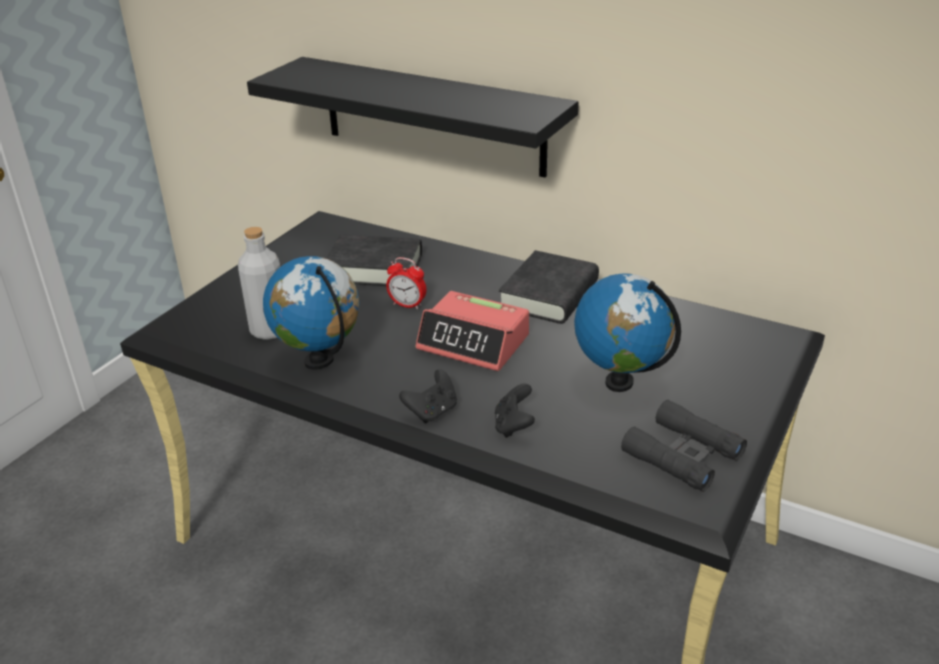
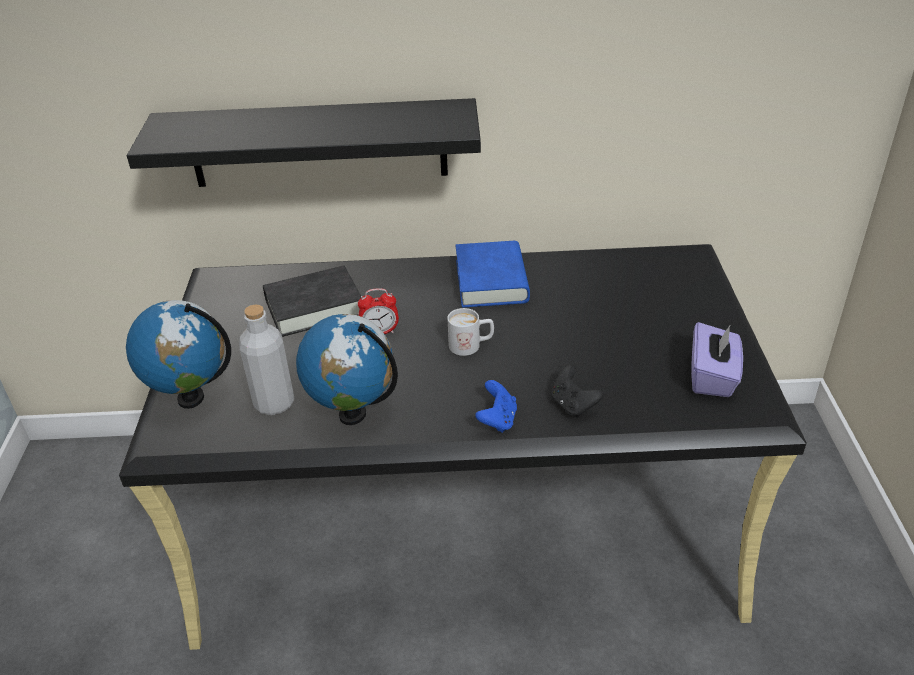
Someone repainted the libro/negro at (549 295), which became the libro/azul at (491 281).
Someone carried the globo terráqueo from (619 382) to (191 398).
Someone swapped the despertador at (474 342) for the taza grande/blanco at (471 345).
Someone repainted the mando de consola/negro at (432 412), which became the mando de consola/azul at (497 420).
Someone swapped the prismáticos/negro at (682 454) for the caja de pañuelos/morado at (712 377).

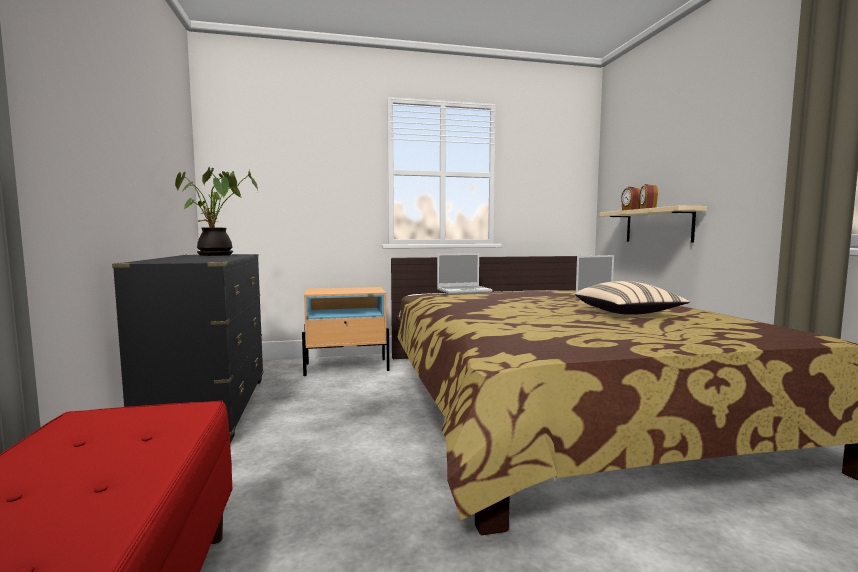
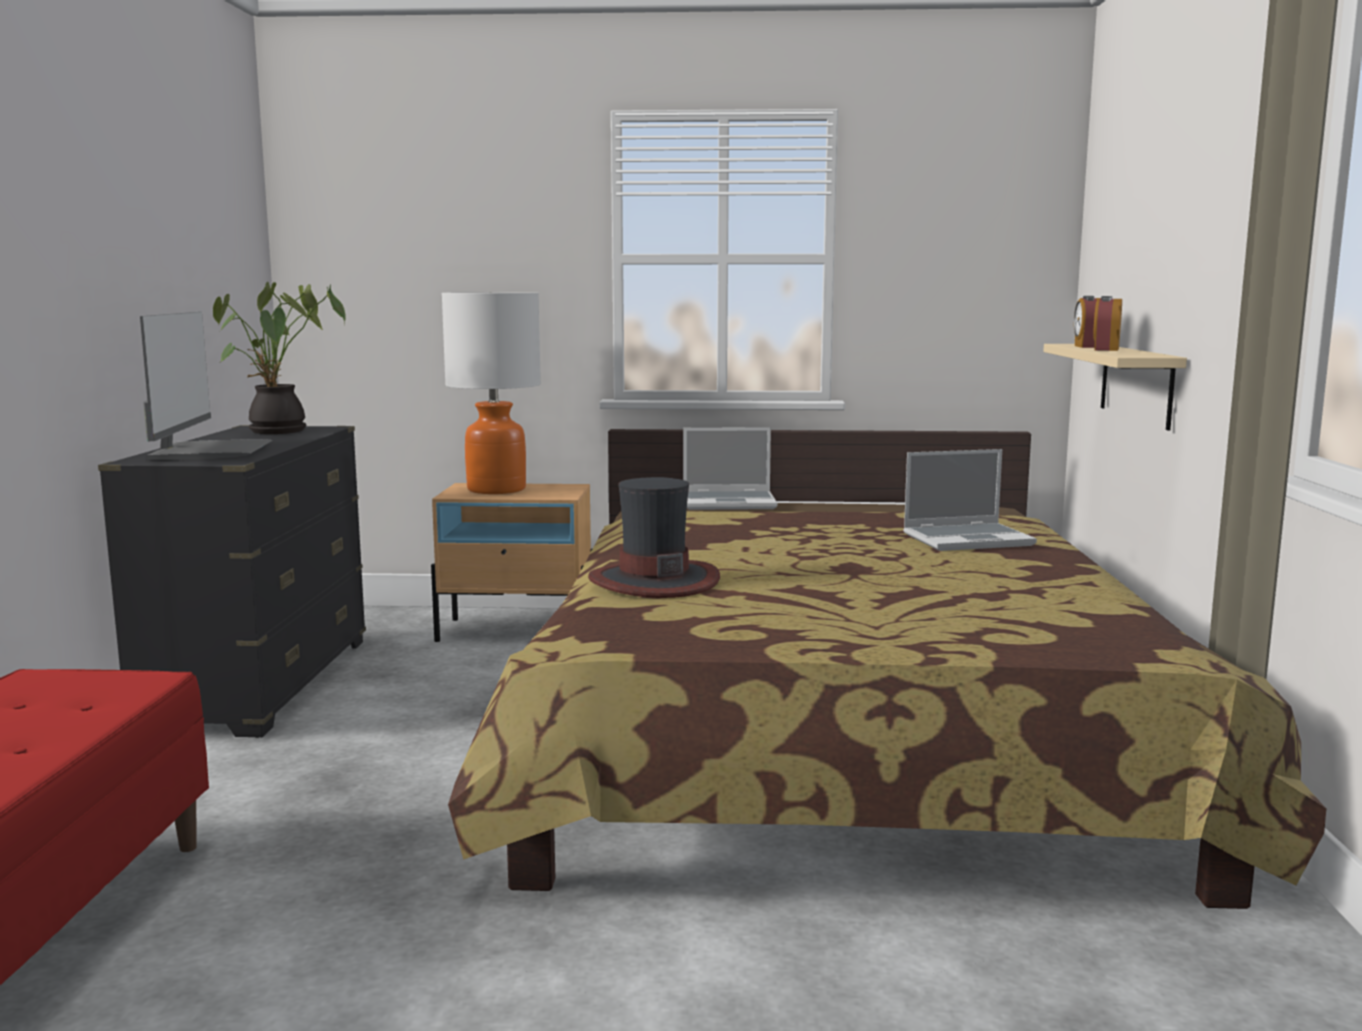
Someone took away the cojín/beis at (627 313).
Someone put down the lámpara de mesa at (497 489).
Someone put down the monitor at (208 452).
Someone put down the sombrero at (653 581).

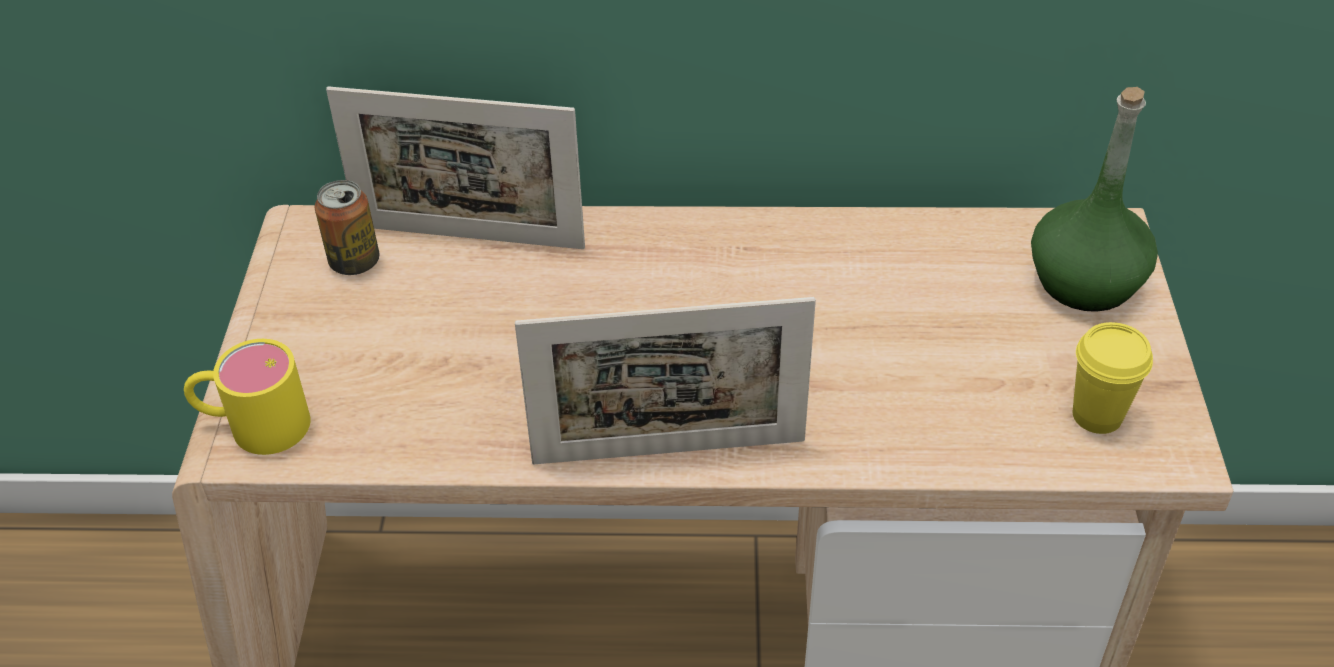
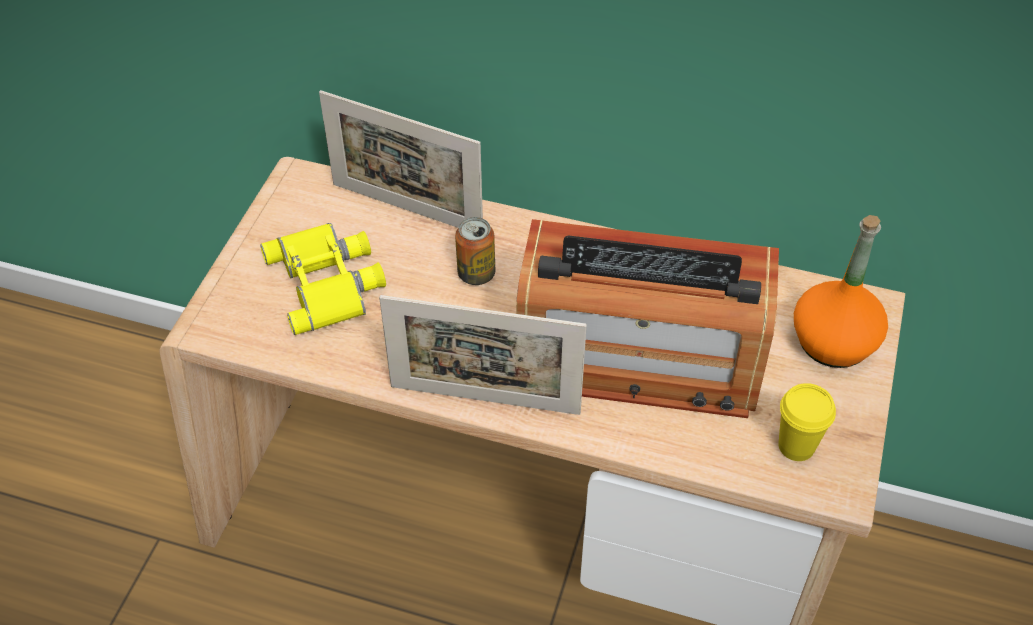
Someone repainted the botella/verde at (1085 282), which became the botella/naranja at (833 342).
Someone carried the lata from (354 262) to (476 274).
Someone took away the taza grande/amarillo at (252 424).
Someone put down the radio at (638 358).
Someone put down the prismáticos/amarillo at (328 282).

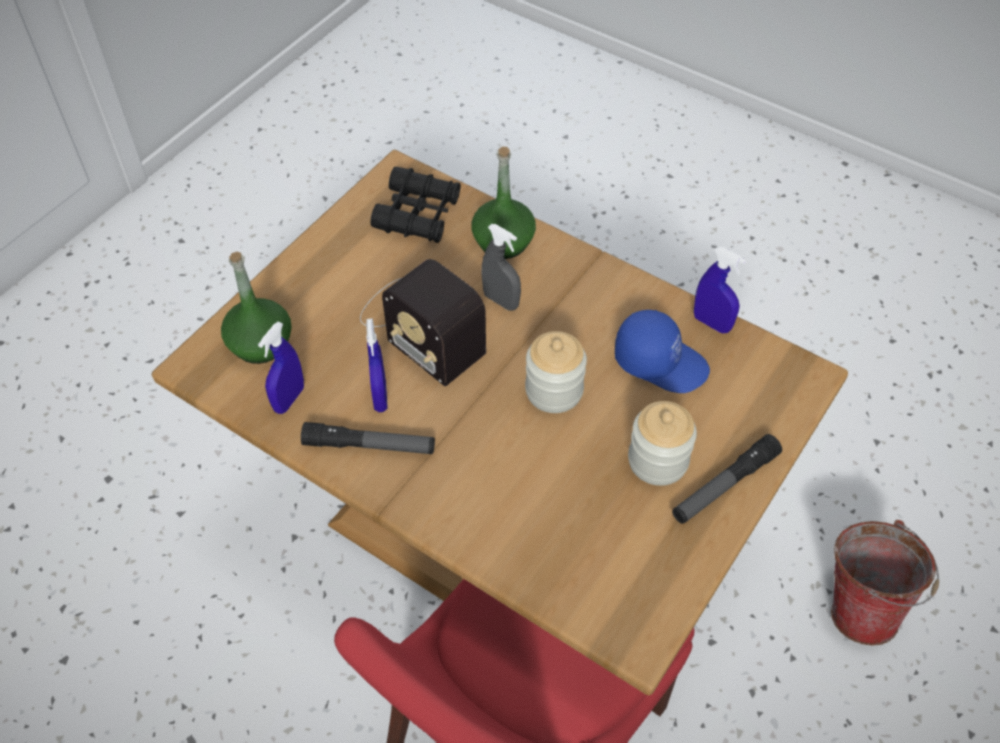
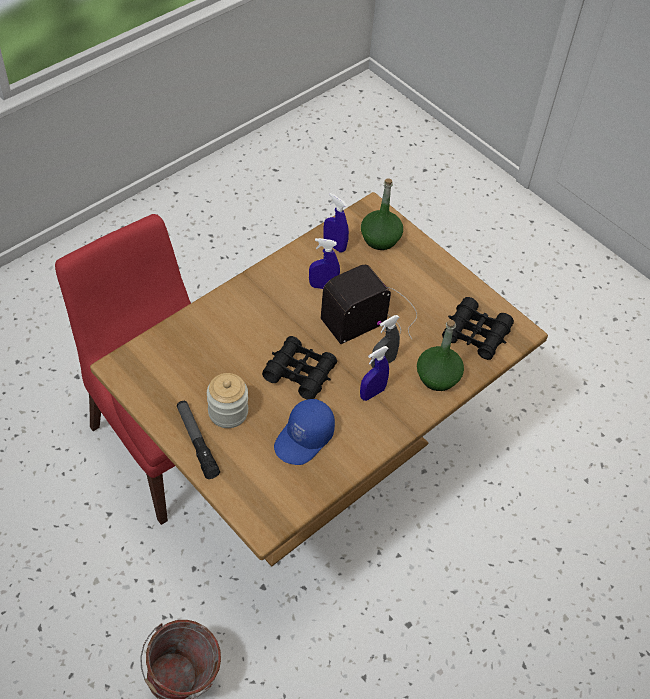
Someone carried the pulverizador/azul from (711 323) to (372 393).
Someone swapped the tarro at (554 390) for the prismáticos/negro at (300 372).
Someone took away the linterna at (369 445).

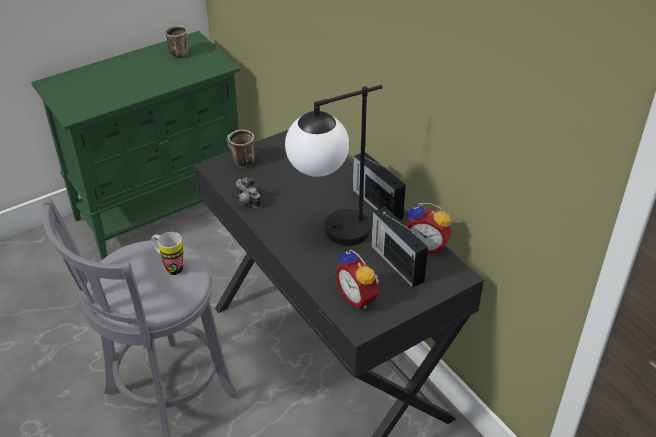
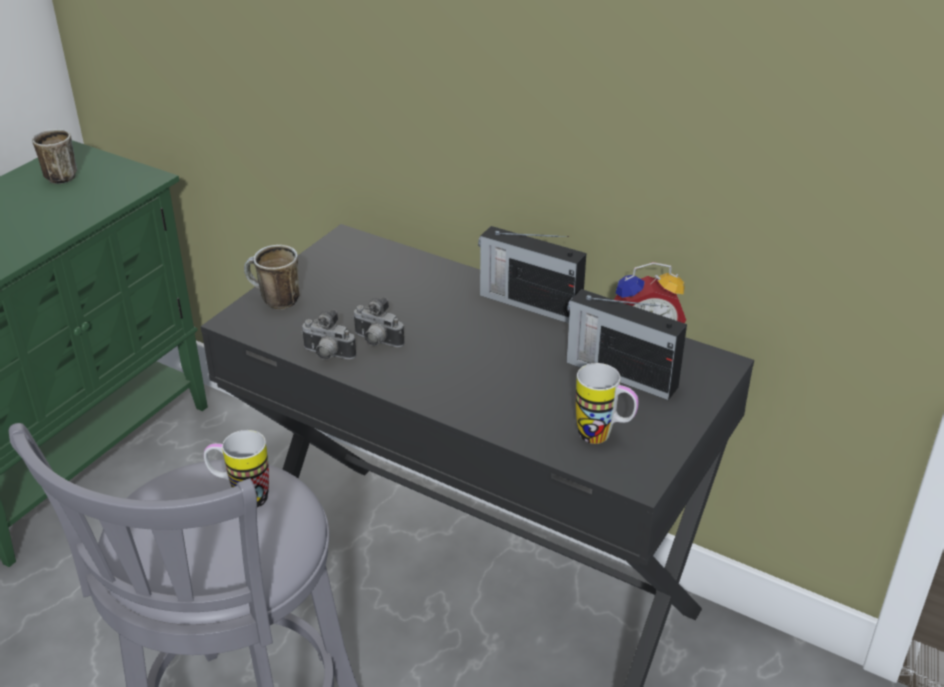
Someone took away the lámpara de mesa at (330 236).
Someone swapped the despertador at (358 297) for the taza grande at (603 437).
Someone put down the cámara at (376 342).

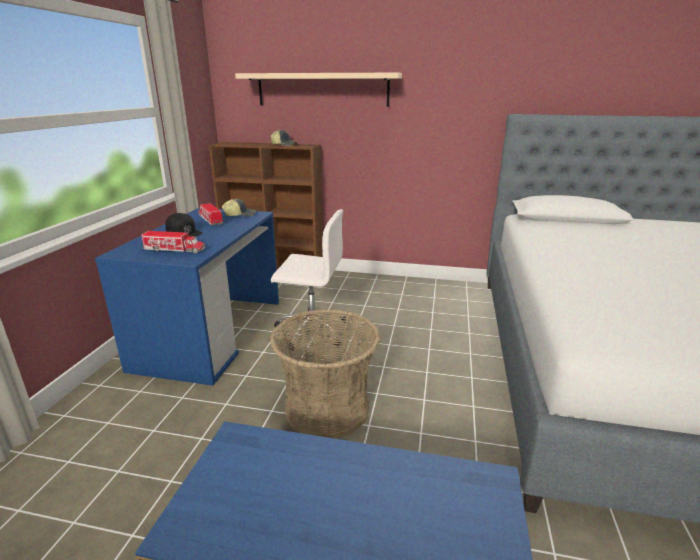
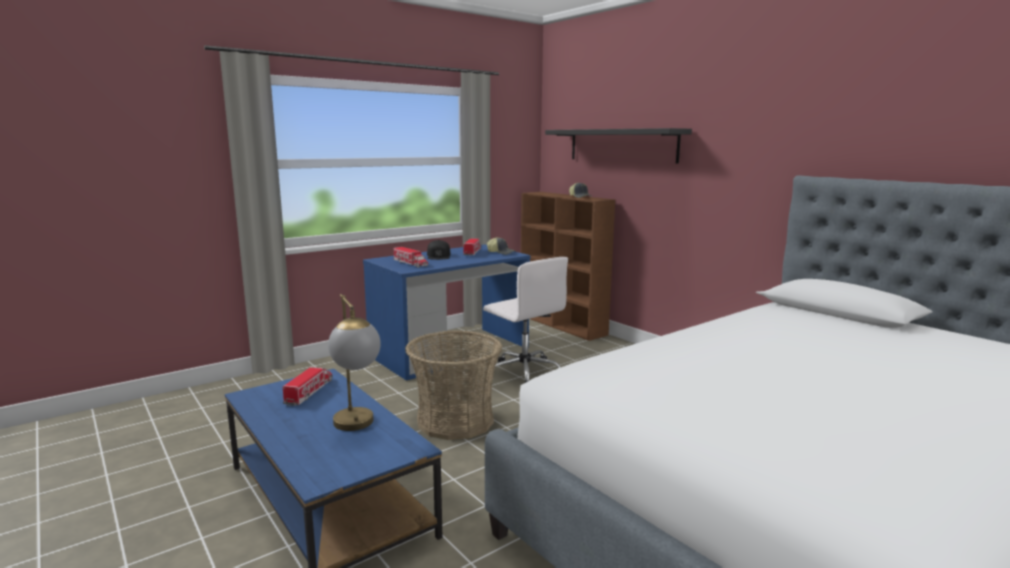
Someone repainted the estante/beis at (322 89), which became the estante/negro at (621 145).
Someone put down the lámpara de mesa at (357 428).
Someone put down the camión de juguete at (309 392).

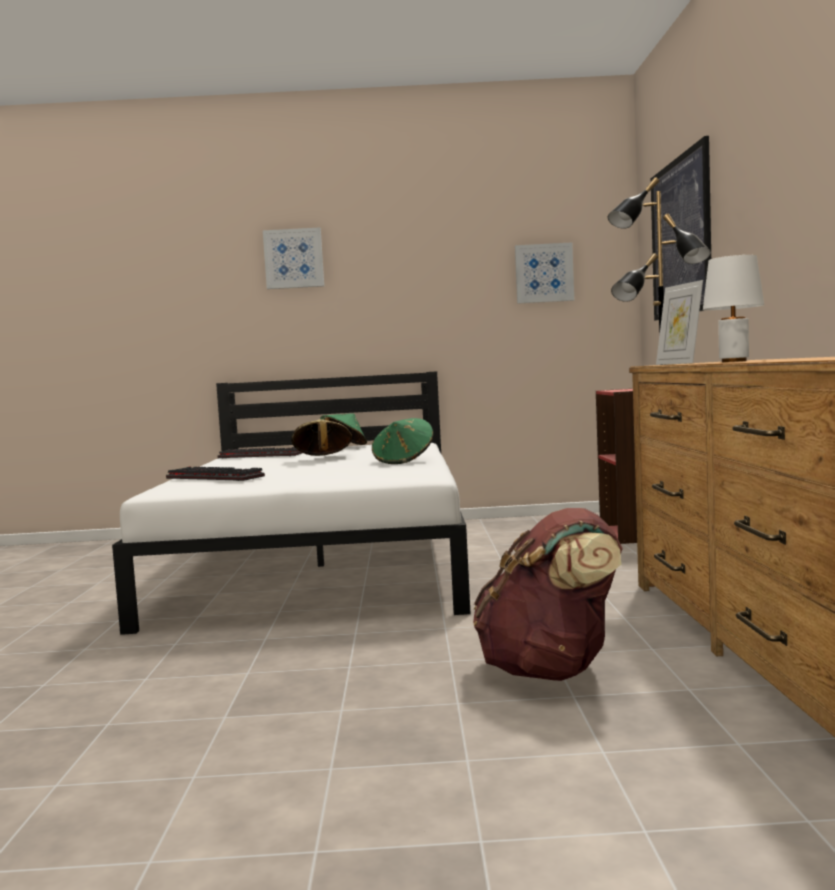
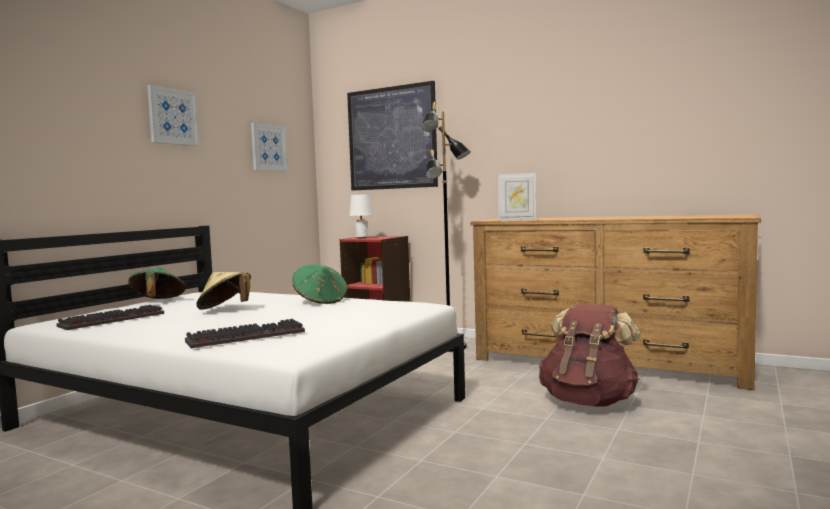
Someone carried the cuadro from (294 258) to (173 117).
Someone carried the lámpara de mesa/blanco from (734 361) to (362 238).

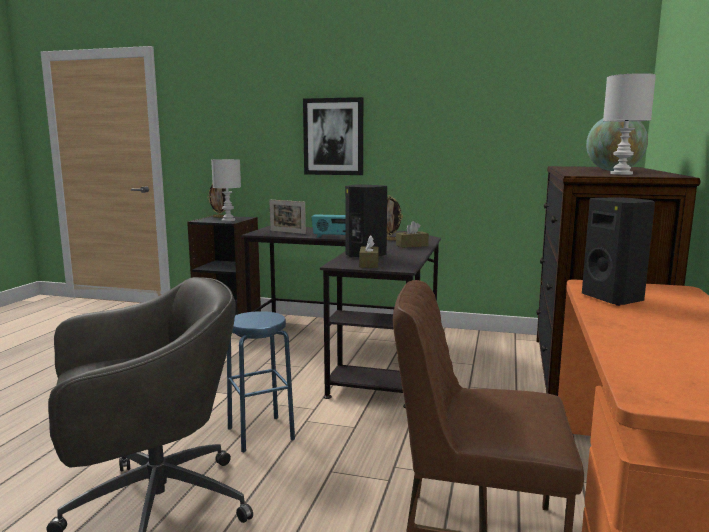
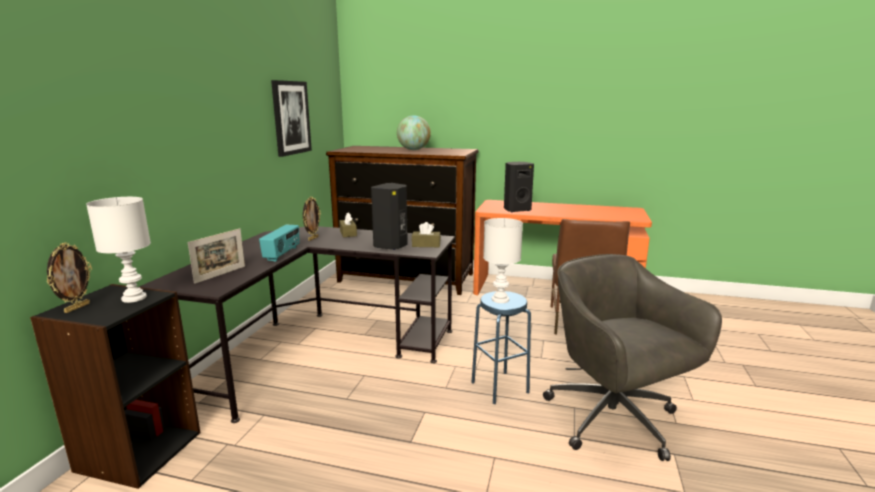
Someone carried the lámpara de mesa/blanco from (620 174) to (499 300).
Someone carried the cuadro from (333 136) to (291 118).

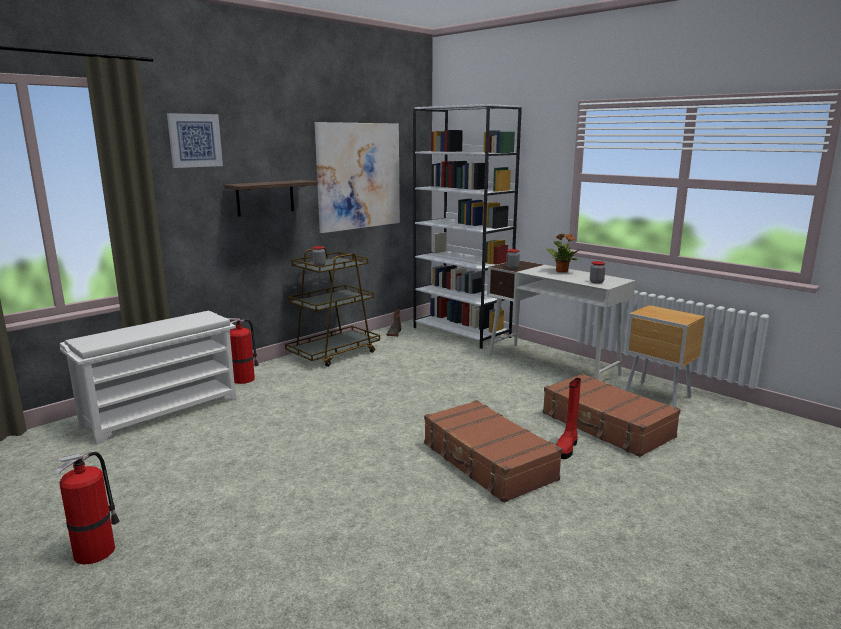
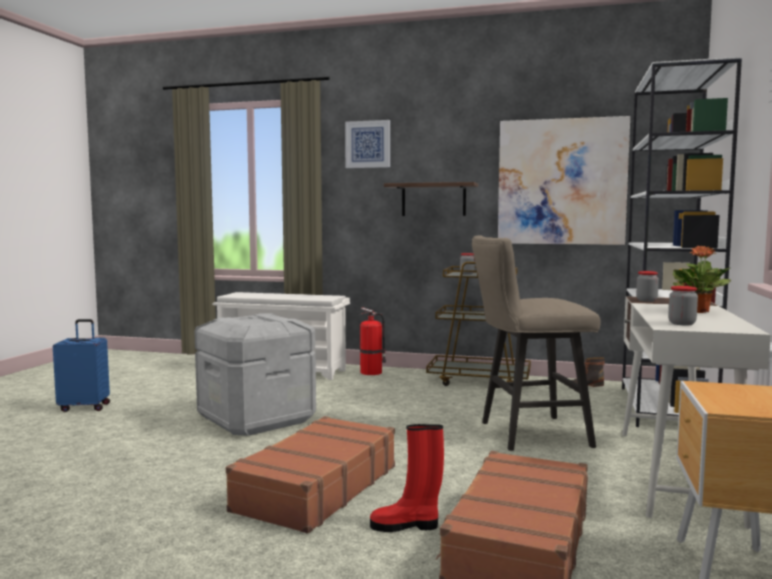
Someone swapped the extintor at (96 550) for the maleta/azul at (85 407).
Someone put down the taburete/beis at (526 434).
Someone put down the caja de almacenaje/gris at (257 419).

